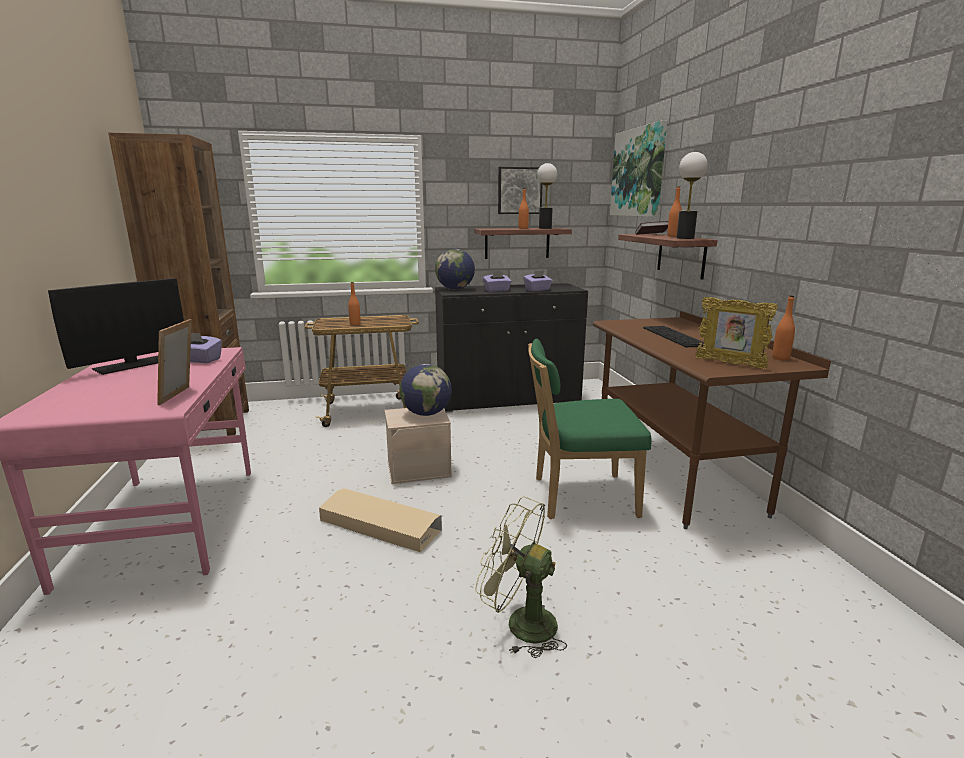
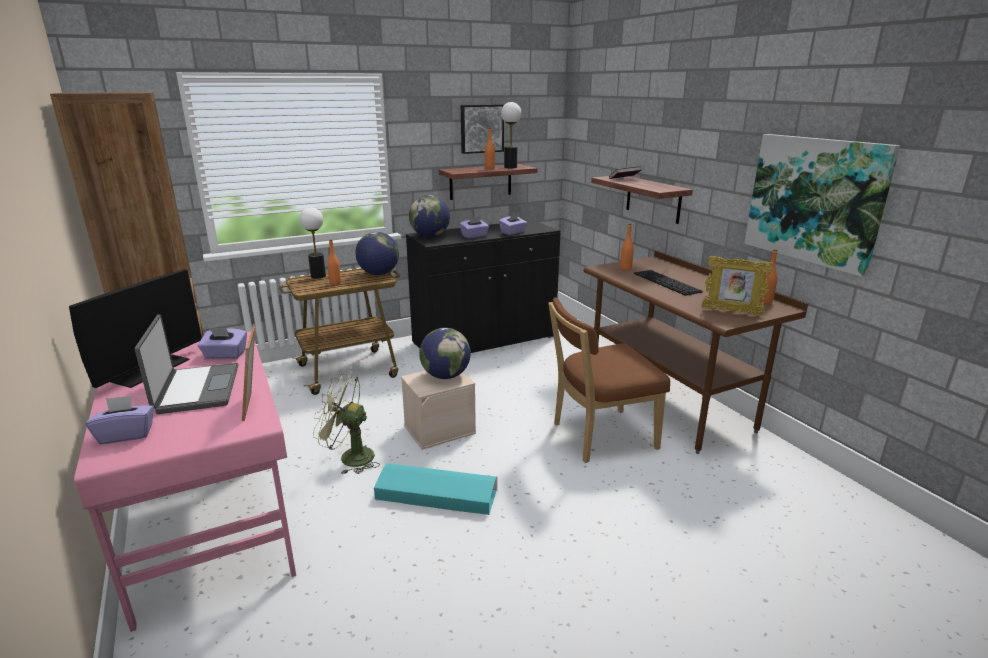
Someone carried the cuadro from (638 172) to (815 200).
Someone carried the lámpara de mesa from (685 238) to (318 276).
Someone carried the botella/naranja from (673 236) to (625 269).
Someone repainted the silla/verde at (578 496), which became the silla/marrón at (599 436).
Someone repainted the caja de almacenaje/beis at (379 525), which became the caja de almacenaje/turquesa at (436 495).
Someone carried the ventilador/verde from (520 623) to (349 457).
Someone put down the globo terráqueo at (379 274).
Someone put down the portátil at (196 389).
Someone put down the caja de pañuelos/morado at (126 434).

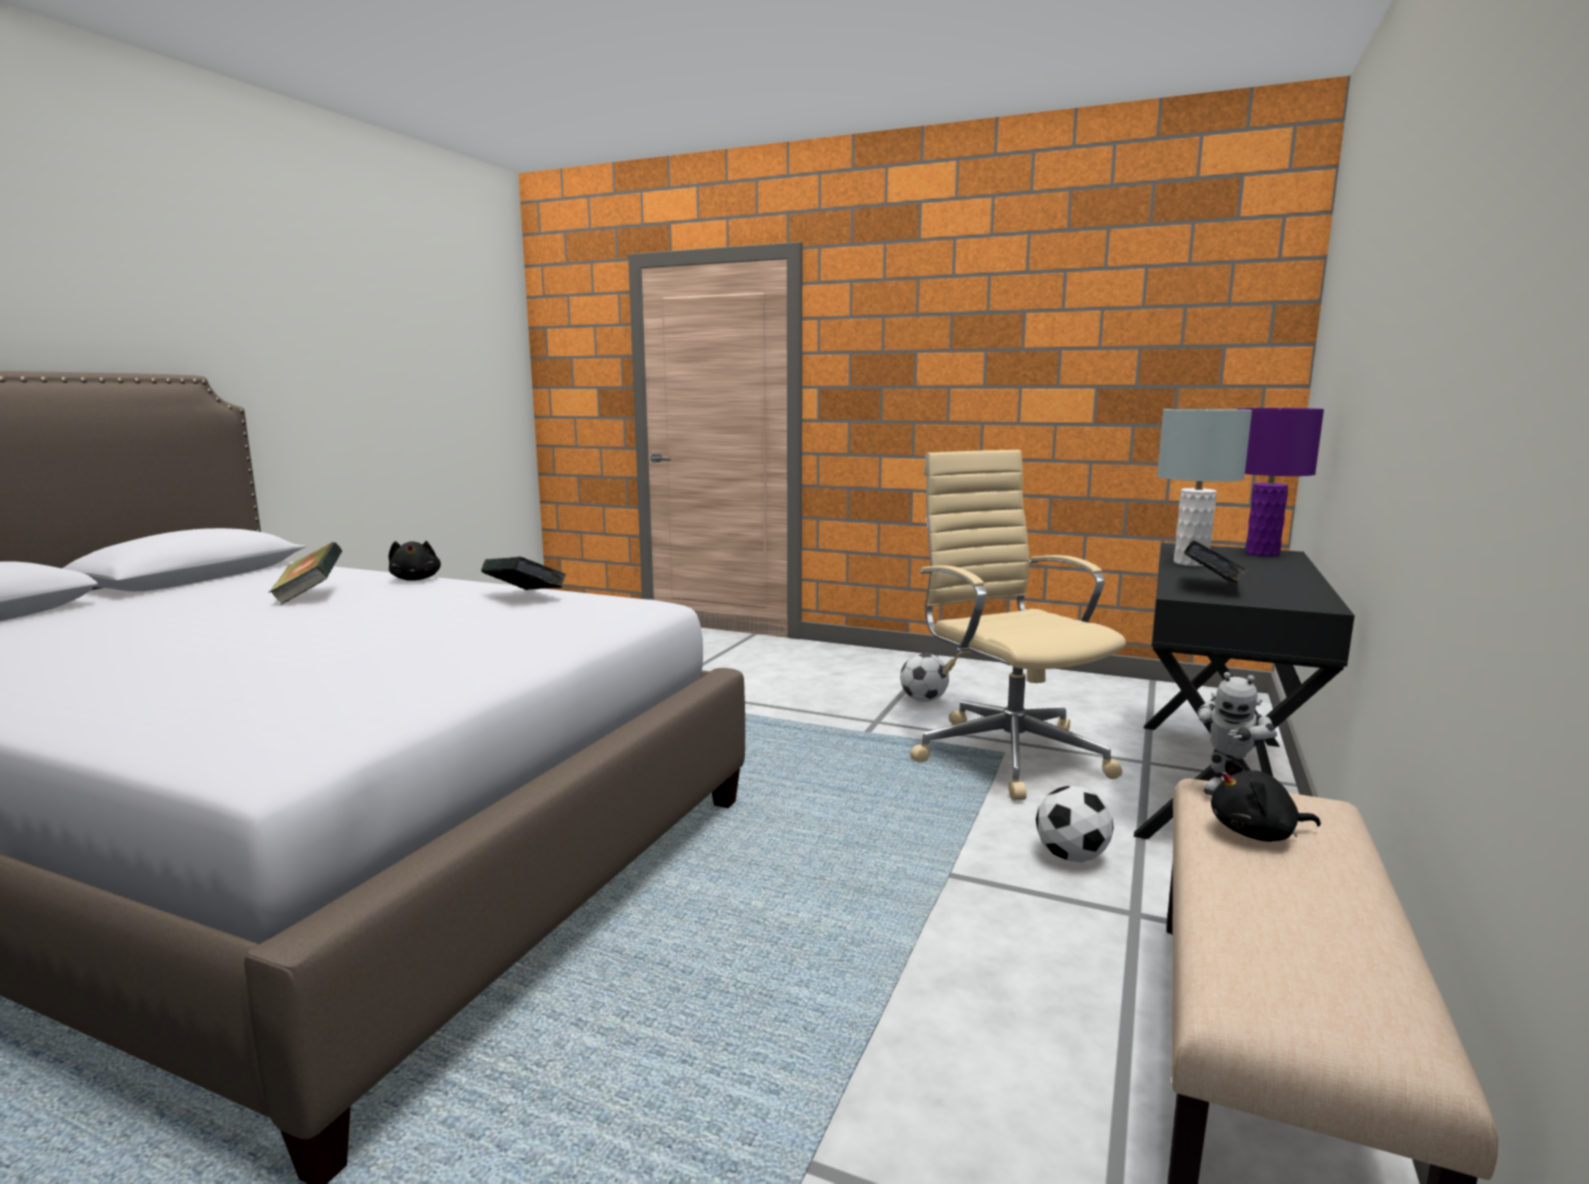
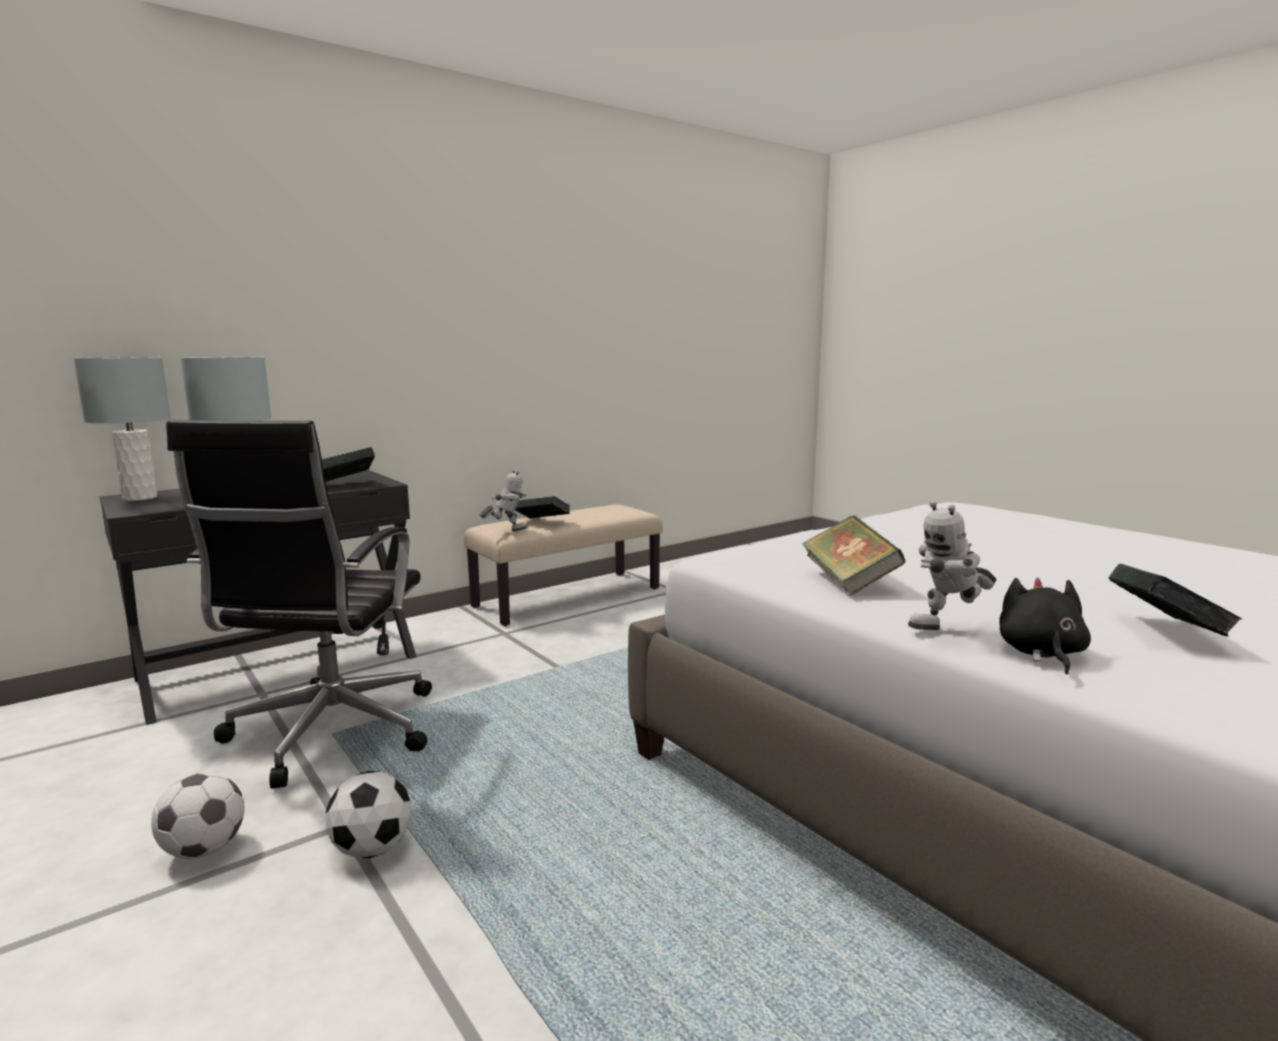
Someone repainted the lámpara de mesa/morado at (1262 553), which became the lámpara de mesa/gris at (139 498).
Someone repainted the silla de oficina/beis at (1007 753), which became the silla de oficina/negro at (330 734).
Someone swapped the peluche/negro at (1257 833) for the libro at (542 522).
Someone carried the balón de fútbol from (1071 856) to (372 849).
Someone put down the robot de juguete at (949 628).

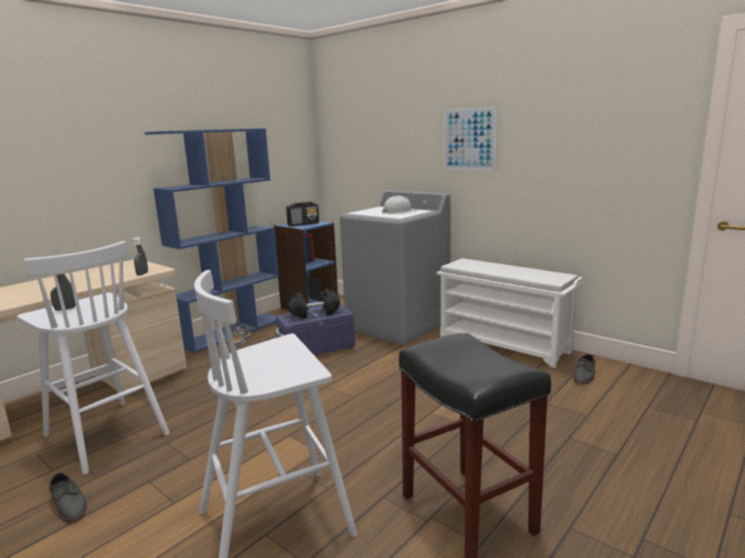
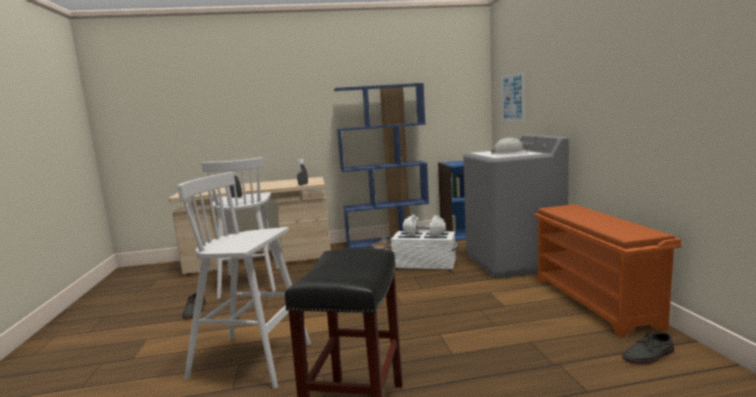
Someone carried the cuadro from (469 139) to (512 97).
Someone took away the radio at (303 224).
Someone repainted the zapatero/blanco at (504 344), which became the zapatero/naranja at (595 302).
Someone repainted the mancuerna/negro at (314 313), which became the mancuerna/blanco at (424 234).
Someone repainted the caja de almacenaje/morado at (316 349), which became the caja de almacenaje/blanco at (424 265).

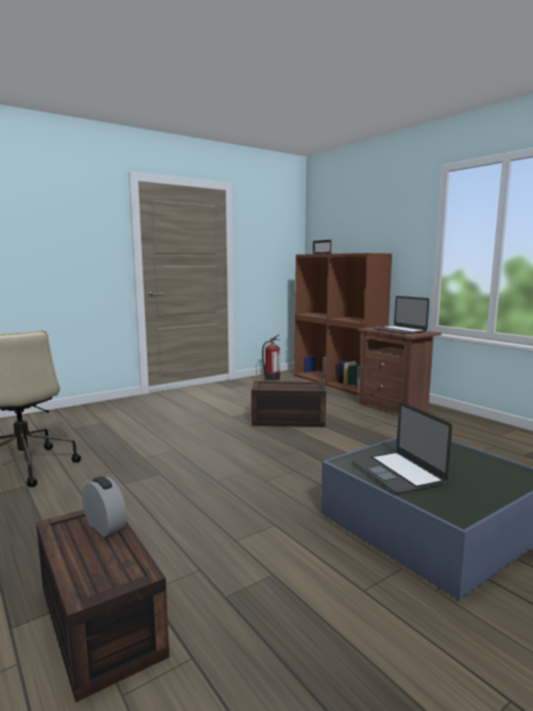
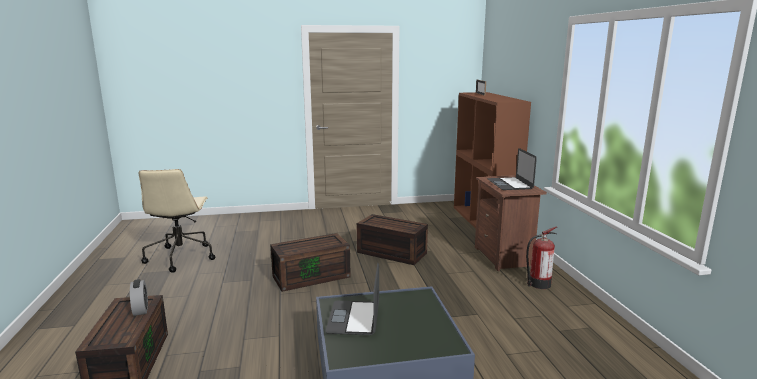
Someone carried the extintor from (271 378) to (538 284).
Someone put down the caja de almacenaje/marrón at (312 276).

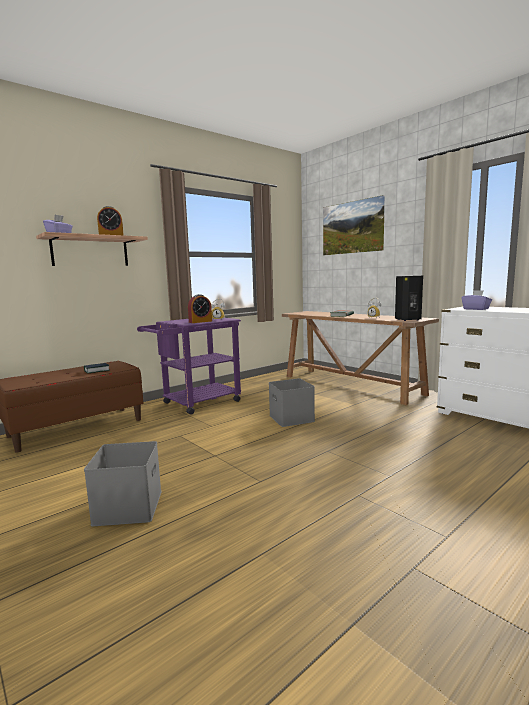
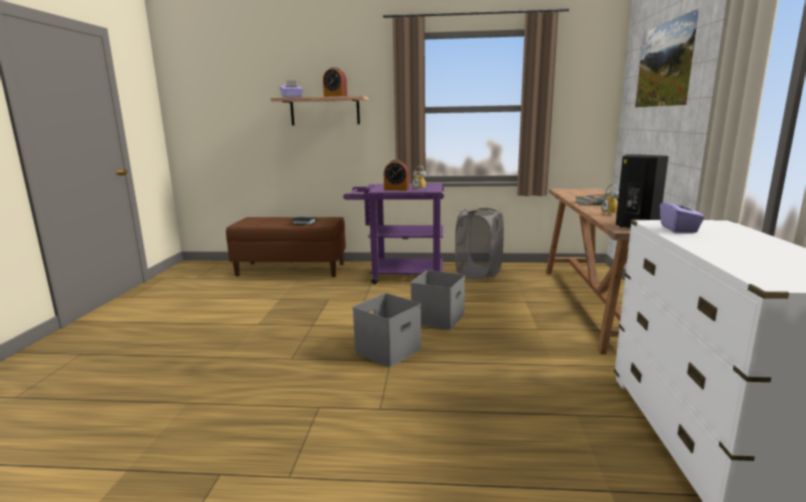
Someone carried the caja de almacenaje/gris from (129 508) to (388 351).
Someone put down the cesto de la ropa/gris at (478 273).

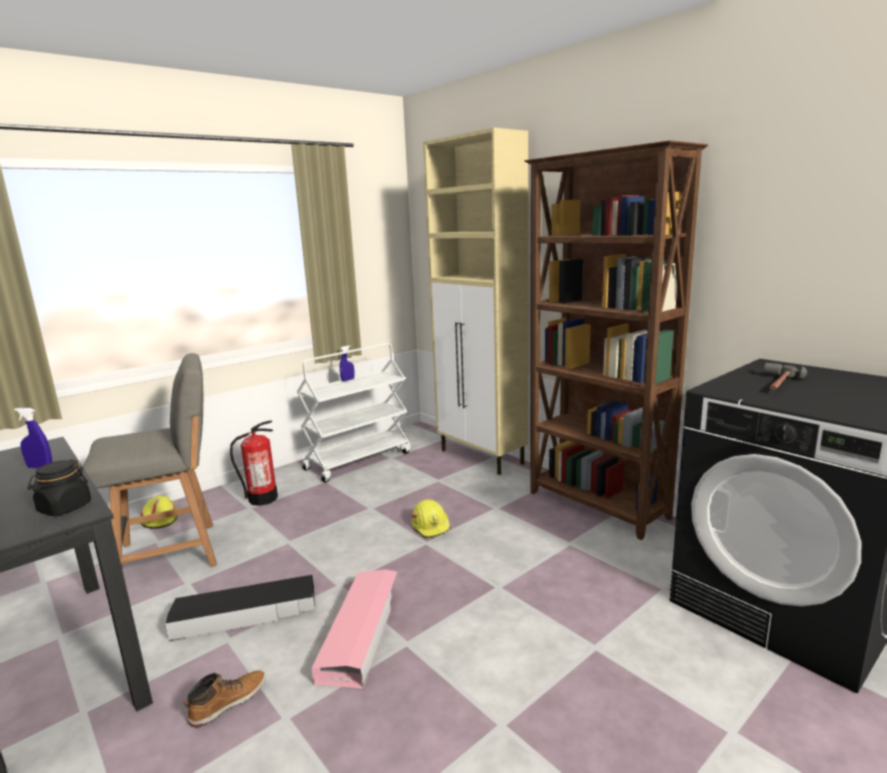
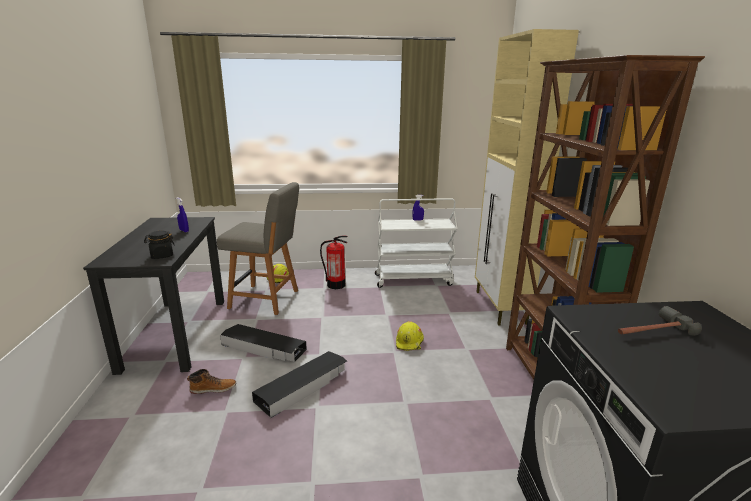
Someone repainted the caja de almacenaje/rosa at (361 631), which became the caja de almacenaje/negro at (303 386).

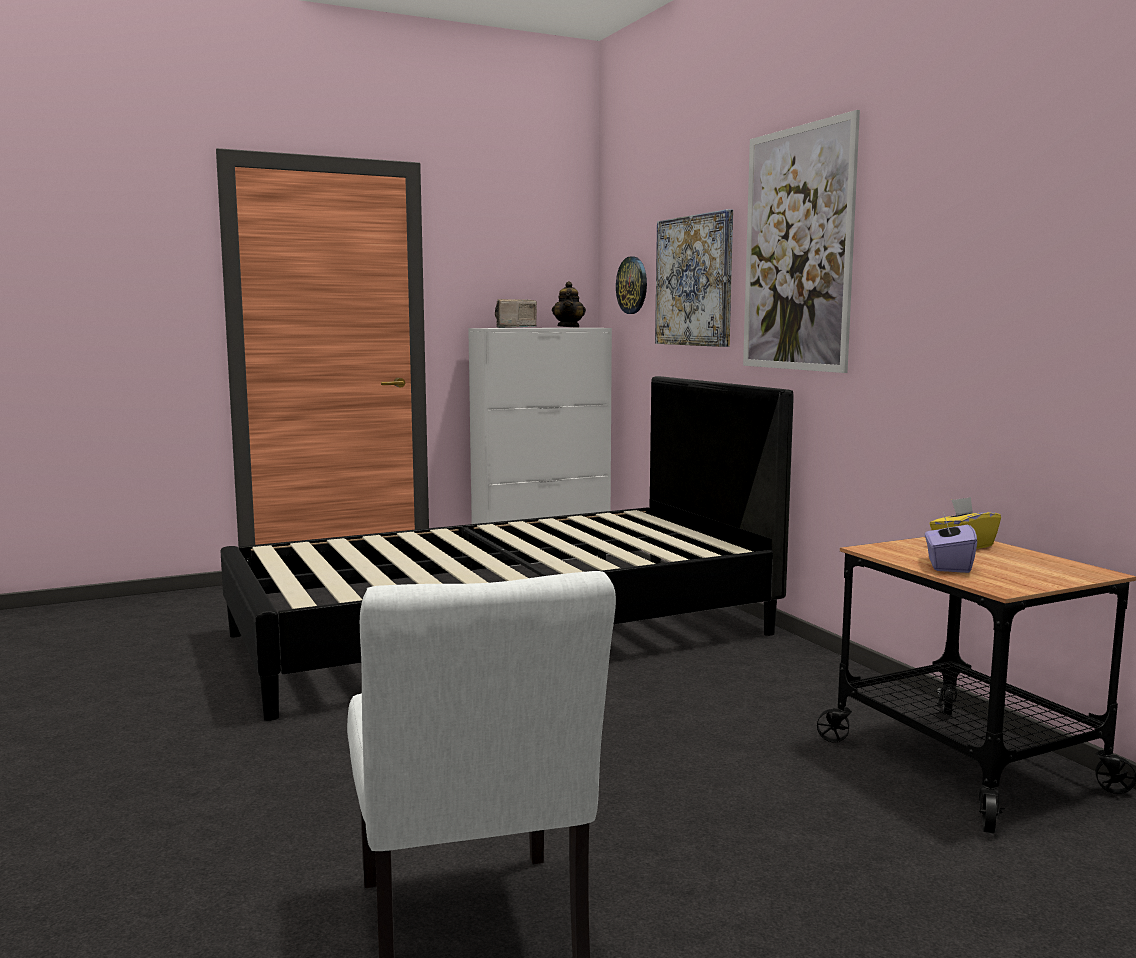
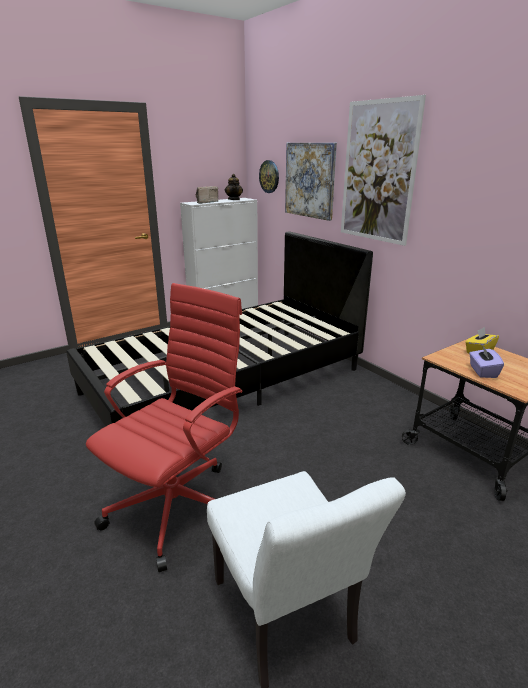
Someone put down the silla de oficina/rojo at (178 505).

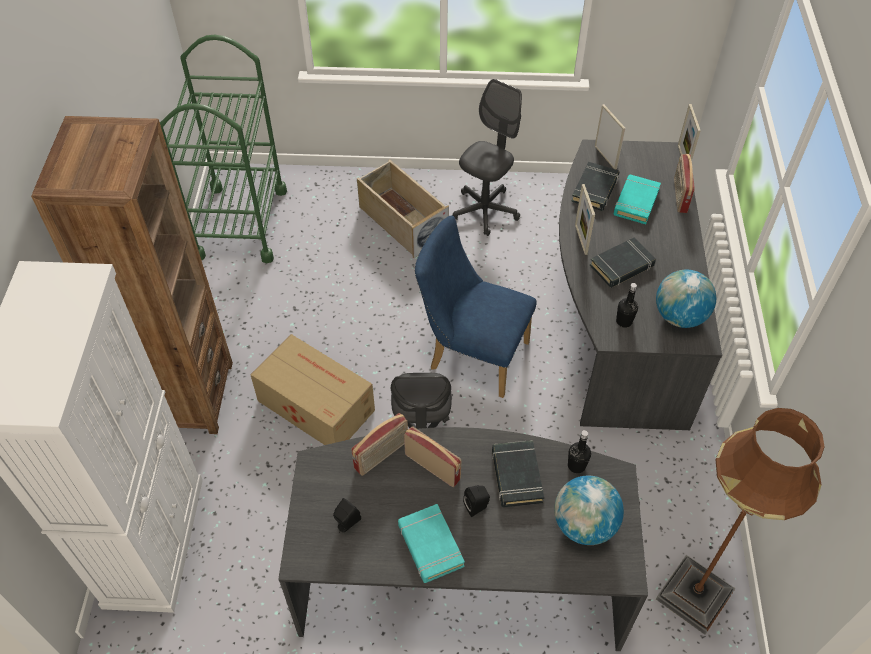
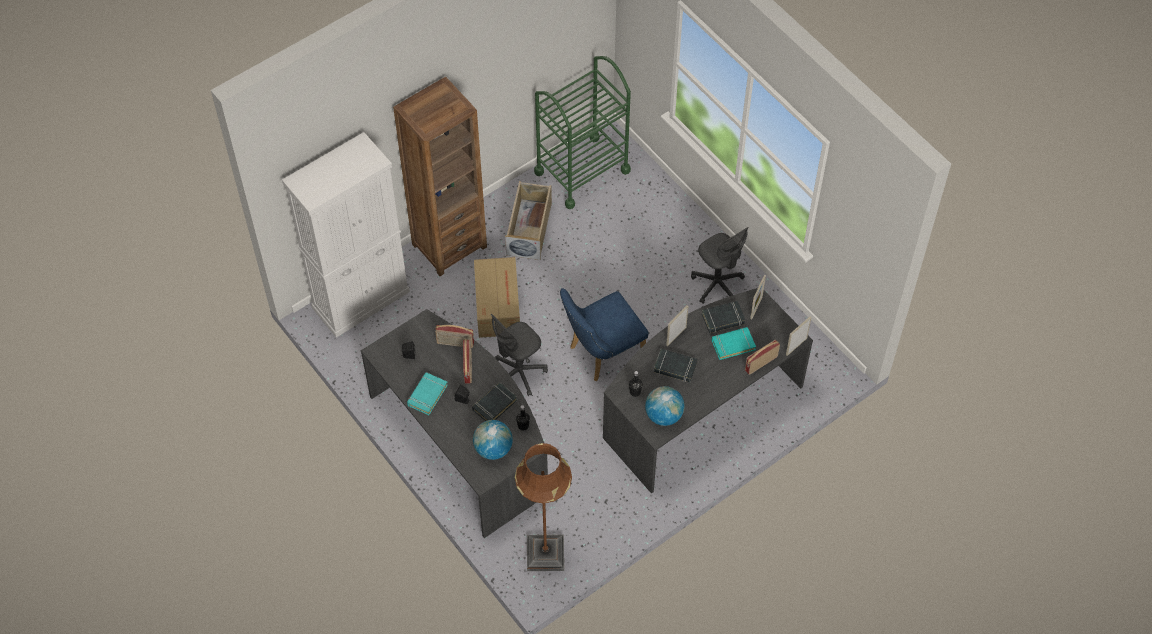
Someone rotated the silla de oficina/gris at (485 211) by 60 degrees clockwise.
Someone carried the caja de almacenaje/beis from (402 221) to (529 228).
Someone rotated the silla/azul at (472 354) by 105 degrees counterclockwise.

